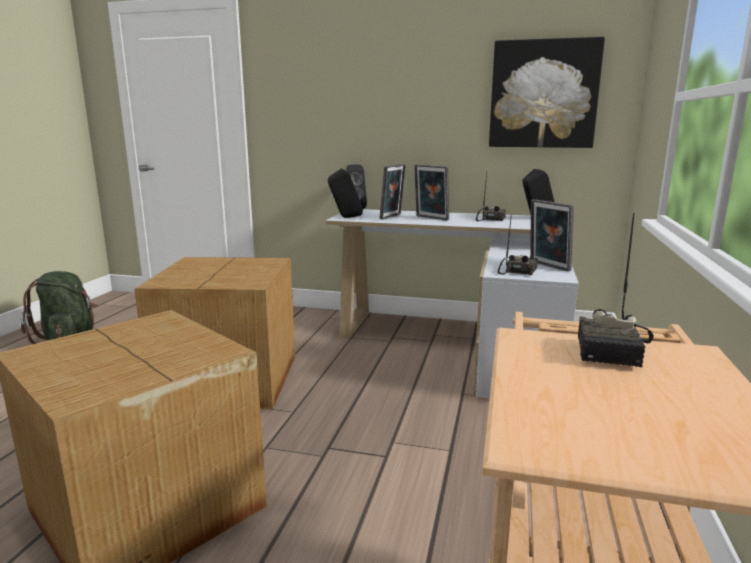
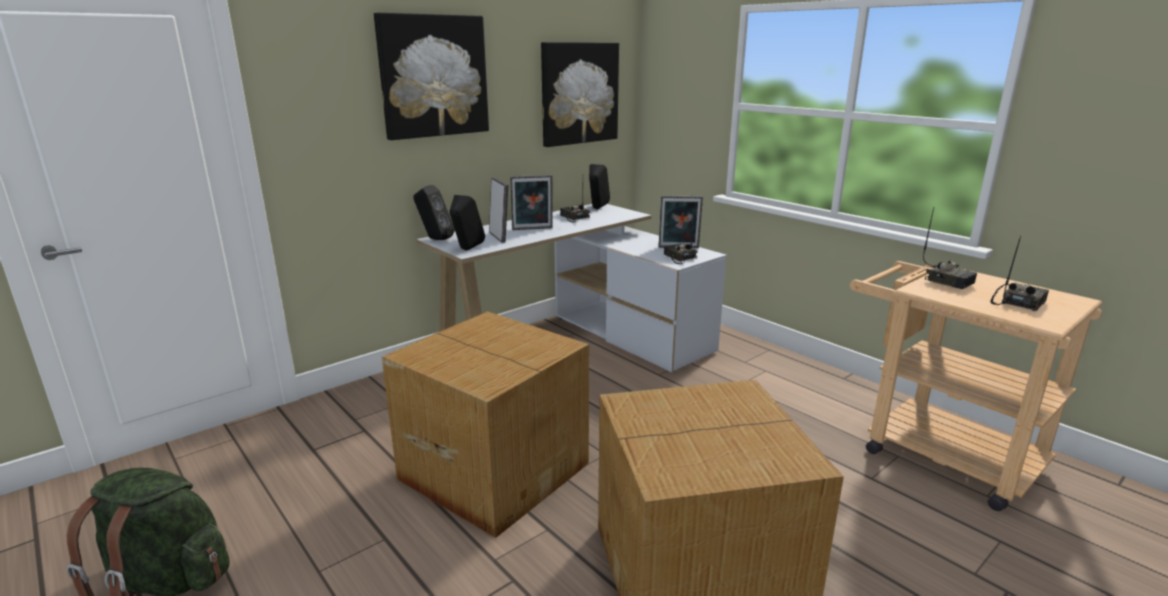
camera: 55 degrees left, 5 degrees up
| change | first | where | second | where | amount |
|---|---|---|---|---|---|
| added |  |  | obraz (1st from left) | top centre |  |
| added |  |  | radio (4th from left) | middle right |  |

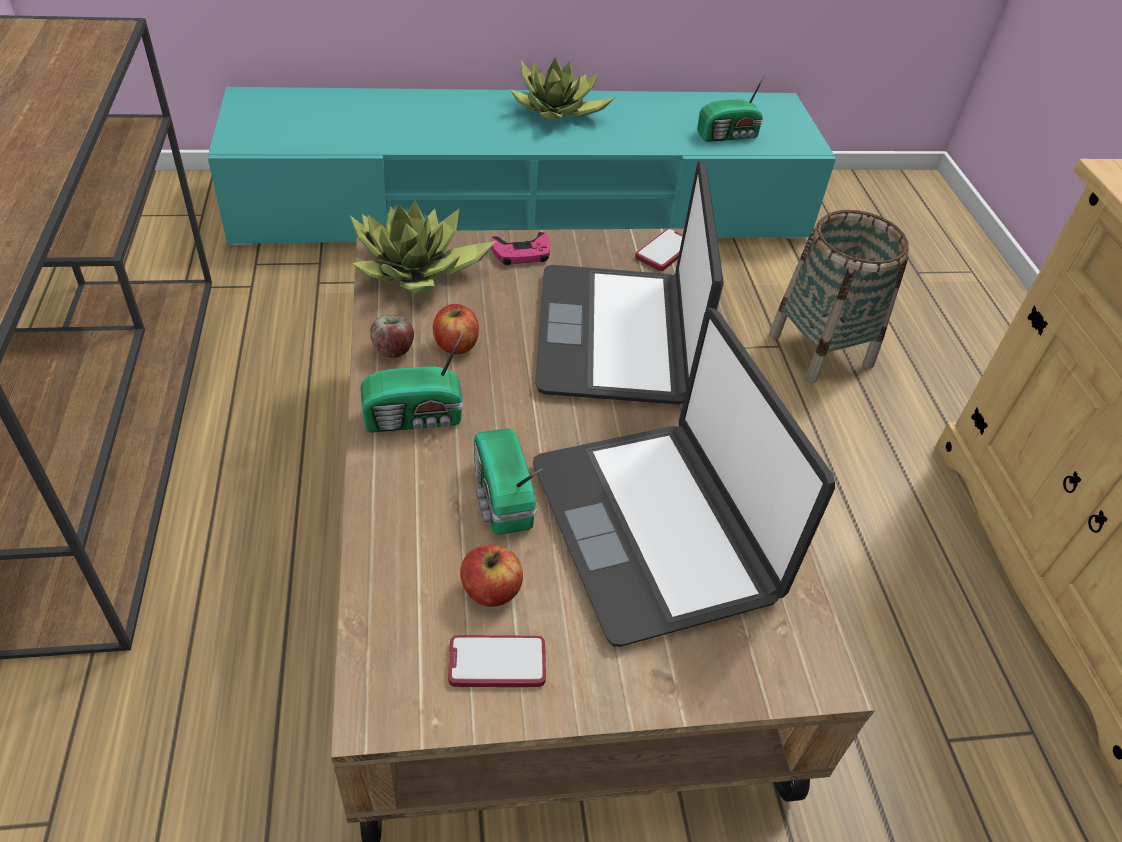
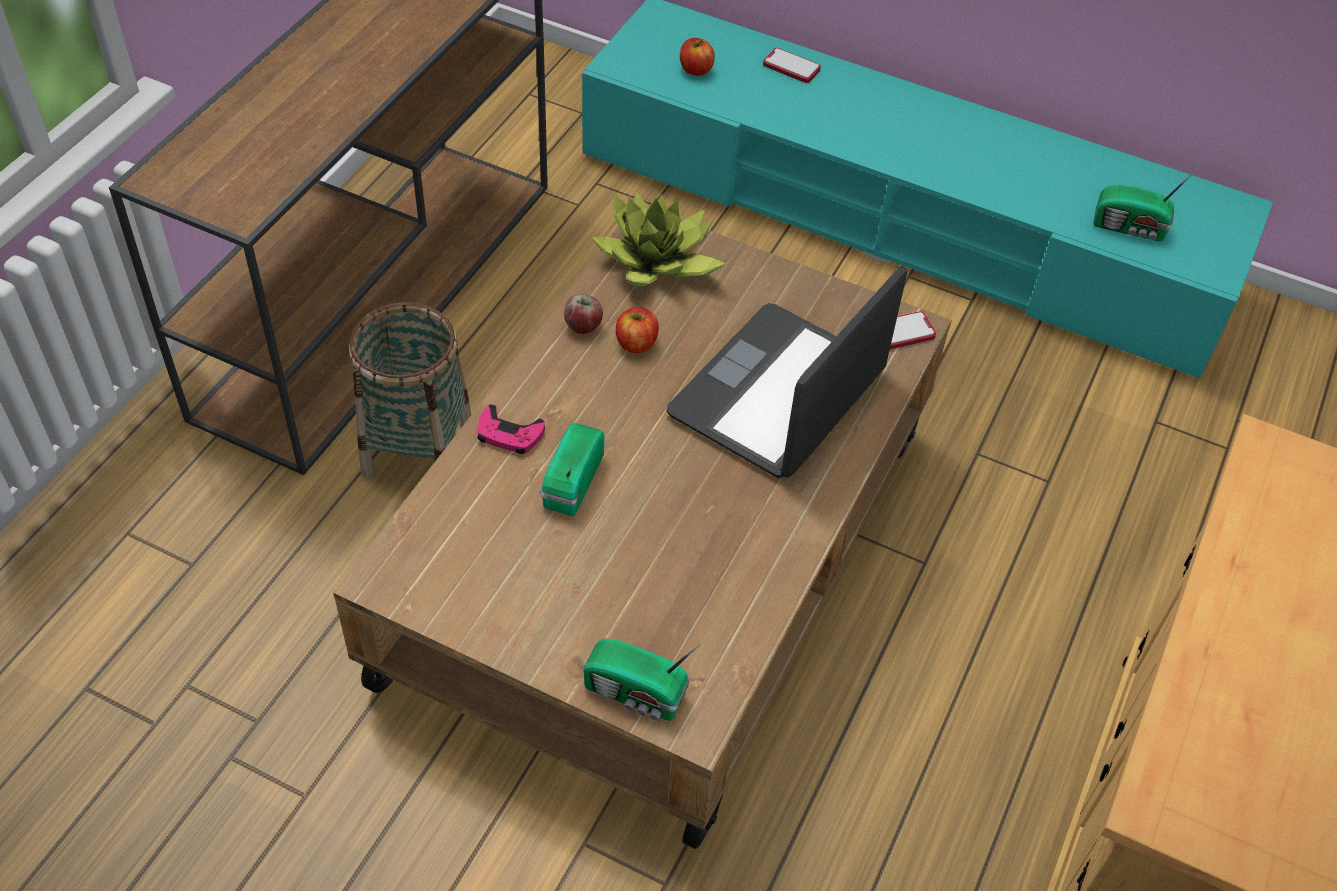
camera: 35 degrees right, 5 degrees up
| change | first | where | second | where | amount |
|---|---|---|---|---|---|
| moved | koszyk | middle right |  | middle left |  |
| moved | pad do gier/różowy | top centre |  | centre |  |
| moved | radio (1st from left in the first image) | centre | radio (2nd from left) | bottom centre |  |
| moved | jabłko (3rd from left) | bottom centre |  | top centre |  |
| moved | telefon (1st from left) | bottom centre |  | top centre |  |
| removed | roślina doniczkowa (2nd from left) | top centre |  |  |  |
| removed | laptop (2nd from left) | centre |  |  |  |

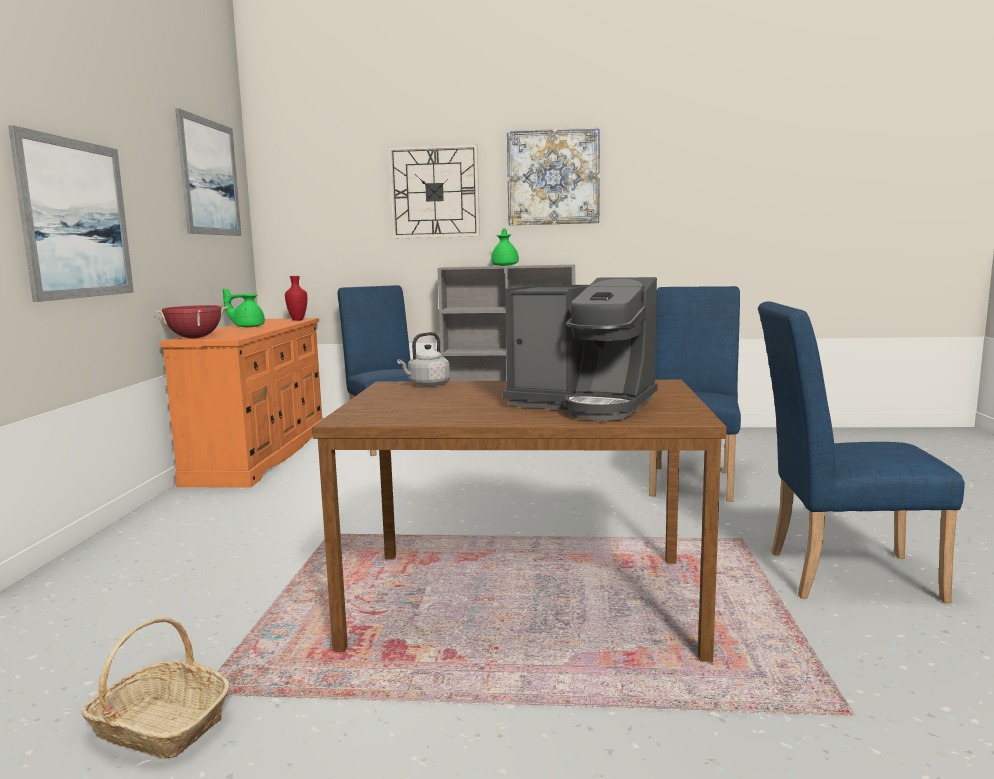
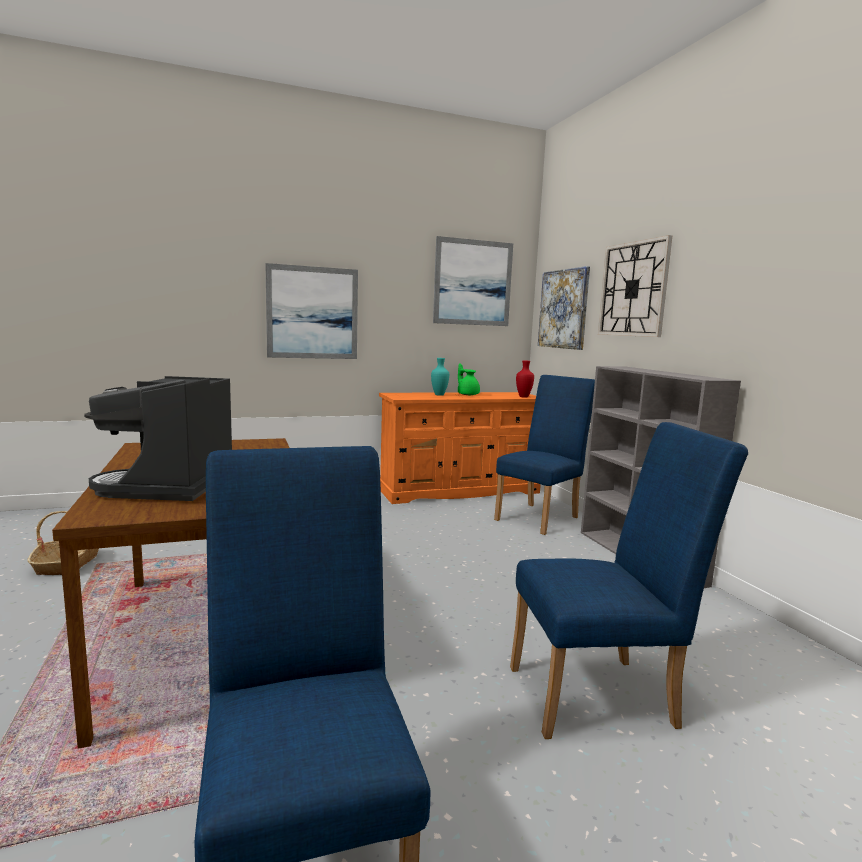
camera: 65 degrees right, 0 degrees up
| change | first | where | second | where | amount |
|---|---|---|---|---|---|
| added |  |  | wazon/turkusowy | centre |  |
| moved | obraz (3rd from left) | top centre |  | centre |  |
| removed | garnek/czerwony | middle left |  |  |  |
| removed | czajnik/szary | centre |  |  |  |
| removed | imbryk/zielony (2nd from left) | top centre |  |  |  |

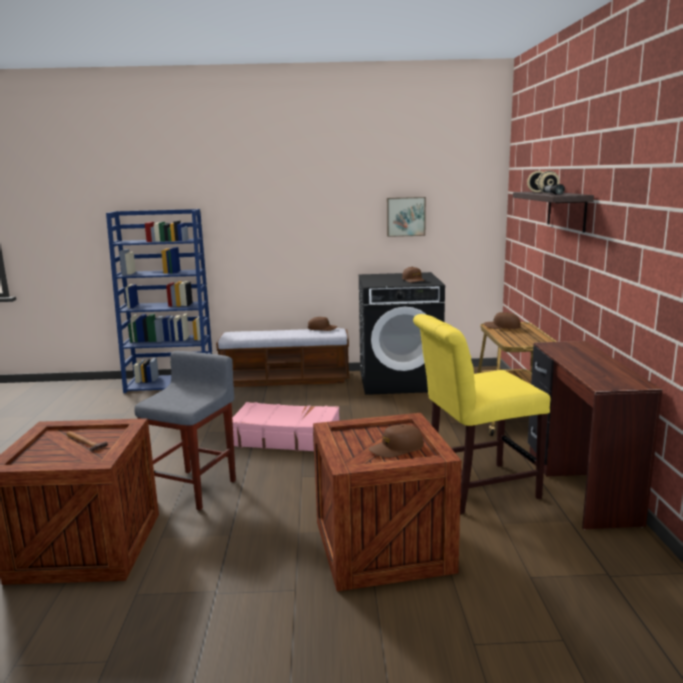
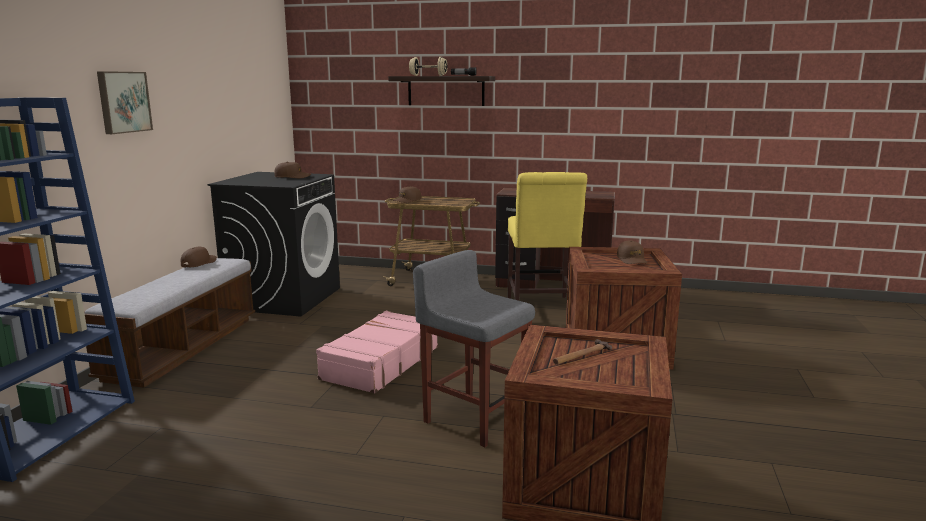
camera: 75 degrees left, 0 degrees up
| change | first | where | second | where | amount |
|---|---|---|---|---|---|
| moved | obraz | top centre |  | top left |  |

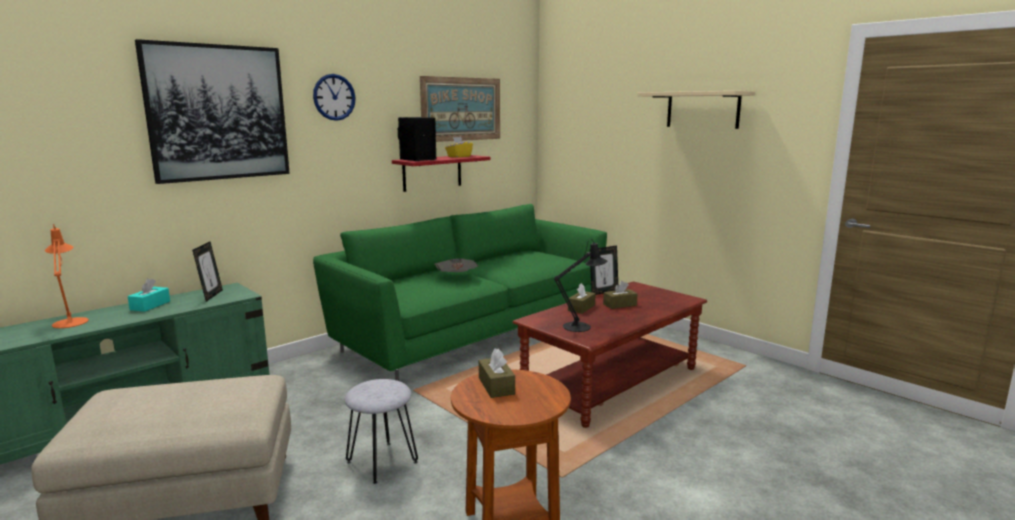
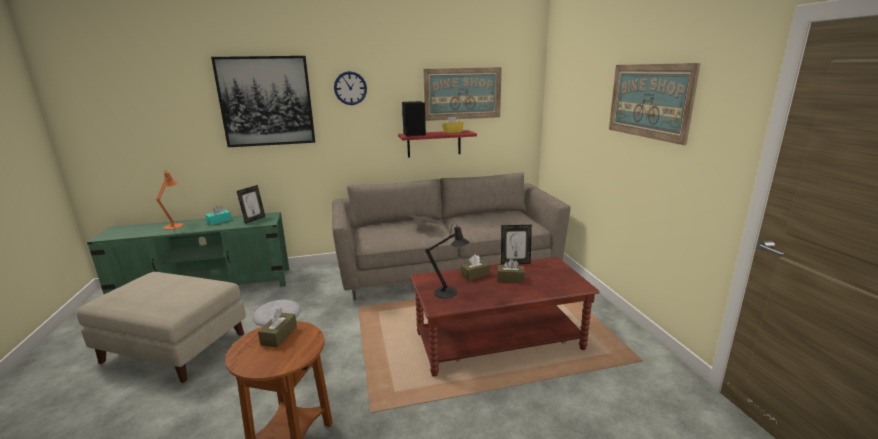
camera: 30 degrees right, 5 degrees up
| change | first | where | second | where | amount |
|---|---|---|---|---|---|
| recoloured | kanapa/zielony | centre | kanapa/beżowy | centre |  |
| replaced | półka/beżowy | top right | obraz (3rd from left) | top right |  |

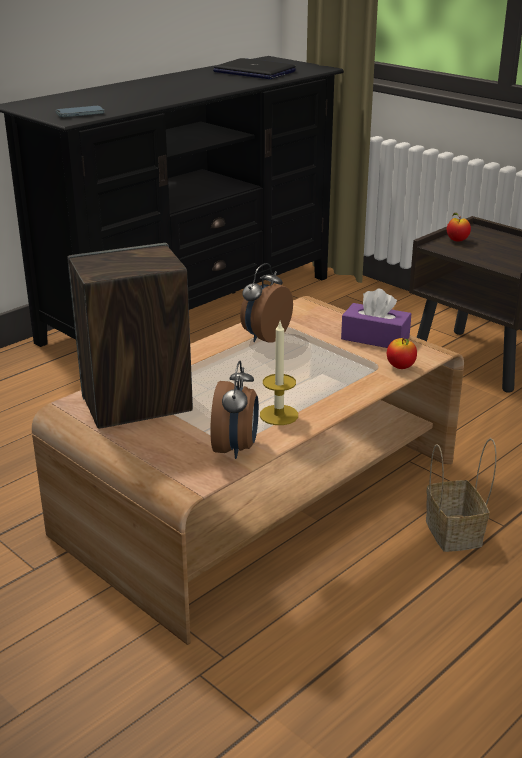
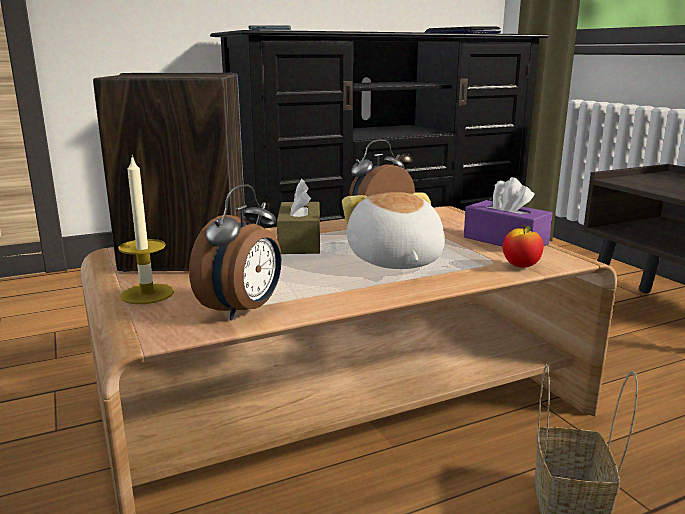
camera: 20 degrees right, 10 degrees down
| change | first | where | second | where | amount |
|---|---|---|---|---|---|
| moved | świeca | centre |  | middle left |  |
| added |  |  | pudełko chusteczek/brązowy | centre |  |
| added |  |  | pluszak | centre |  |
| removed | jabłko (2nd from left) | top right |  |  |  |

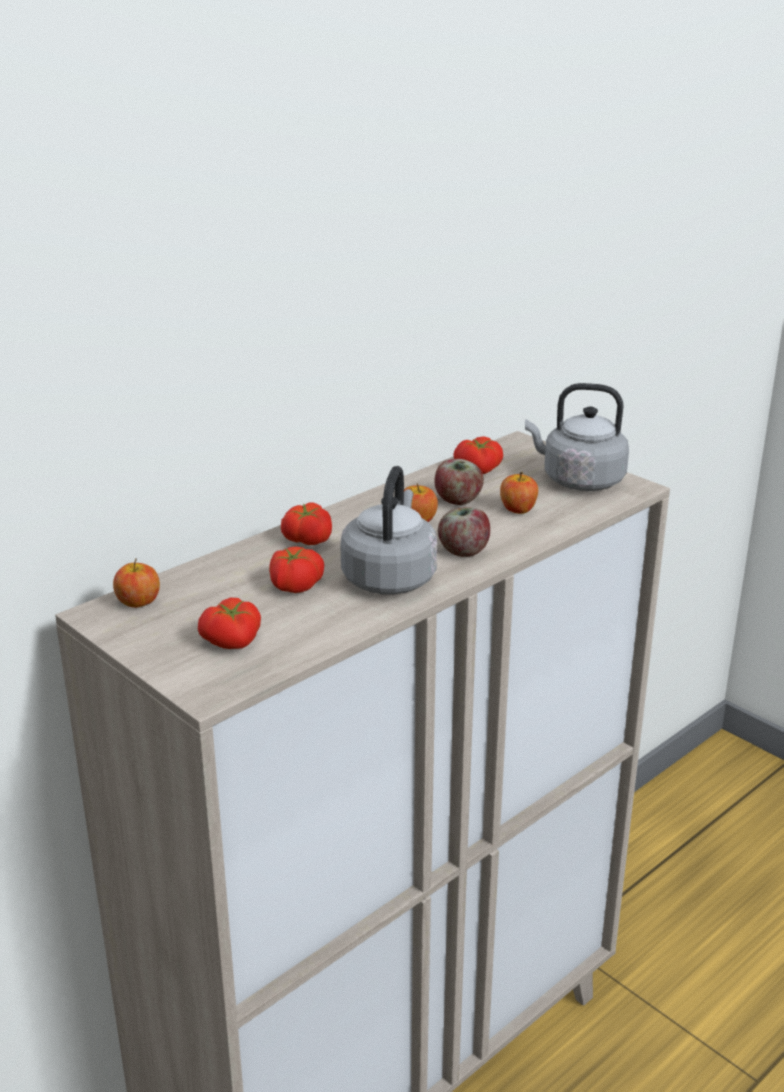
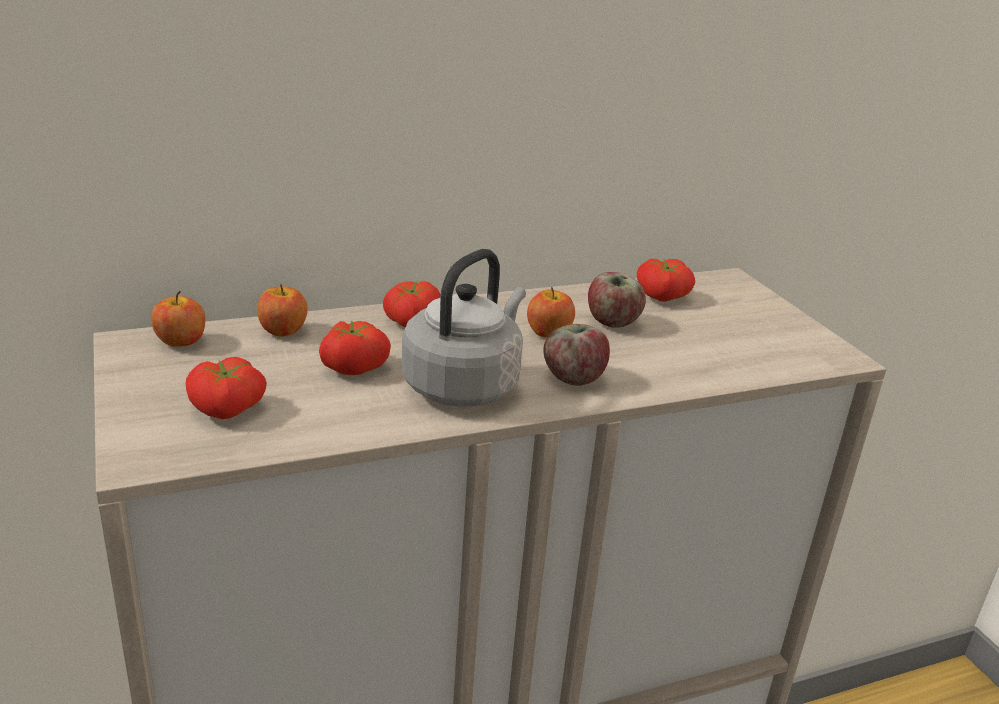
camera: 20 degrees right, 0 degrees up
| change | first | where | second | where | amount |
|---|---|---|---|---|---|
| moved | jabłko (5th from left in the first image) | centre | jabłko (2nd from left) | middle left |  |
| removed | czajnik/szary (2nd from left) | middle right |  |  |  |

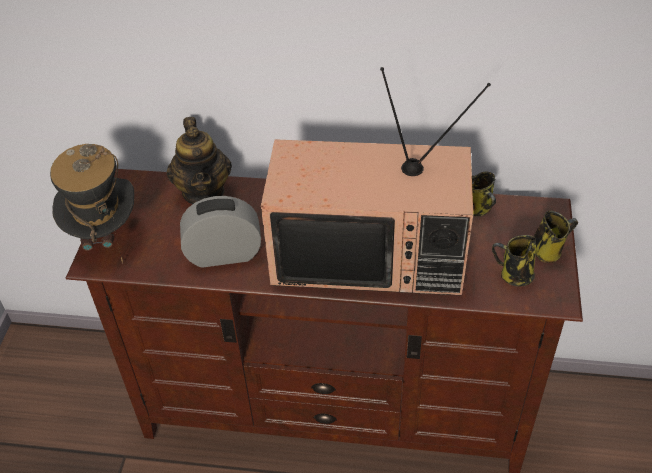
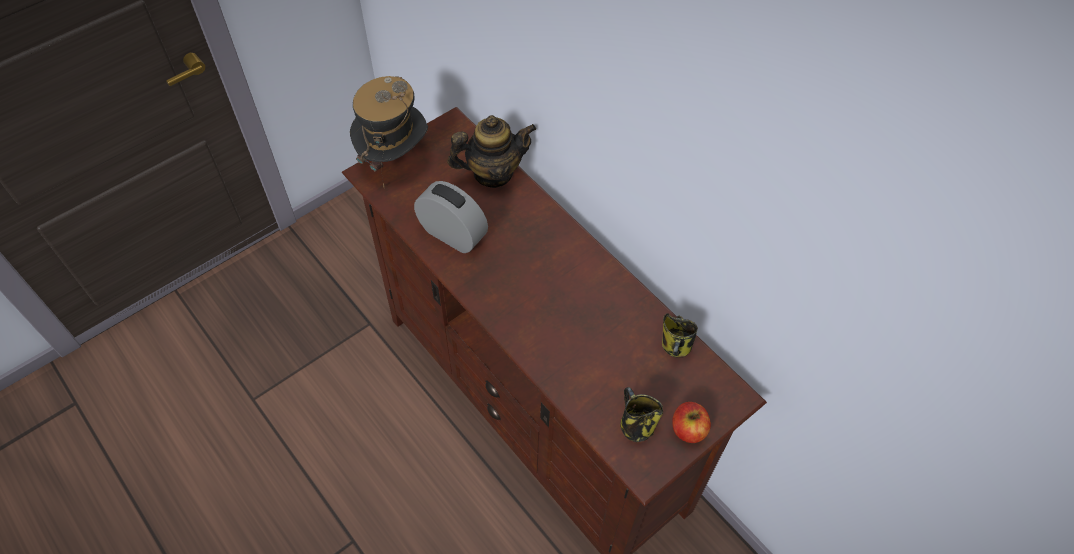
camera: 40 degrees right, 10 degrees up
| change | first | where | second | where | amount |
|---|---|---|---|---|---|
| turned | imbryk | middle left |  | top centre | 135 degrees counterclockwise |
| replaced | kubek (3rd from left) | middle right | jabłko | bottom centre |  |
| removed | telewizor | centre |  |  |  |

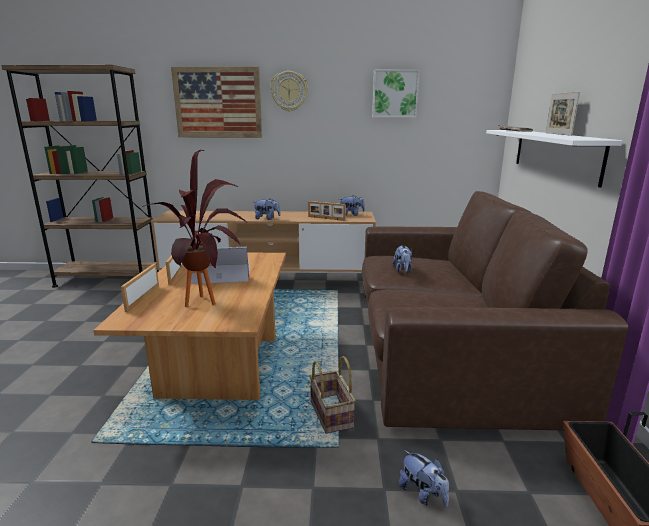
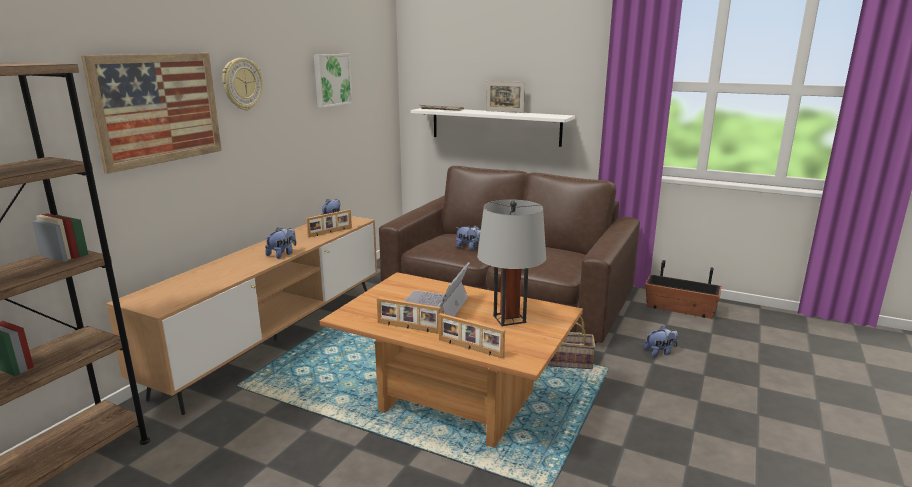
camera: 65 degrees left, 0 degrees up
| change | first | where | second | where | amount |
|---|---|---|---|---|---|
| replaced | roślina doniczkowa | middle left | lampa stołowa/szary | centre |  |

